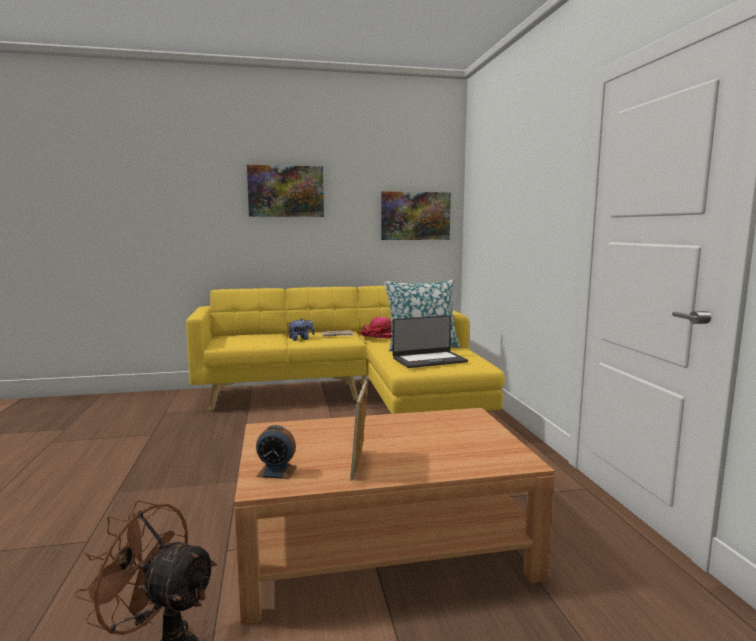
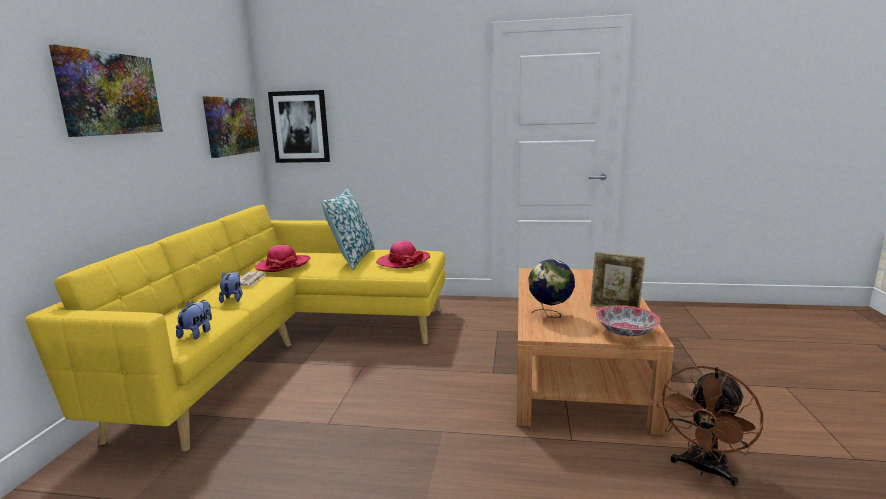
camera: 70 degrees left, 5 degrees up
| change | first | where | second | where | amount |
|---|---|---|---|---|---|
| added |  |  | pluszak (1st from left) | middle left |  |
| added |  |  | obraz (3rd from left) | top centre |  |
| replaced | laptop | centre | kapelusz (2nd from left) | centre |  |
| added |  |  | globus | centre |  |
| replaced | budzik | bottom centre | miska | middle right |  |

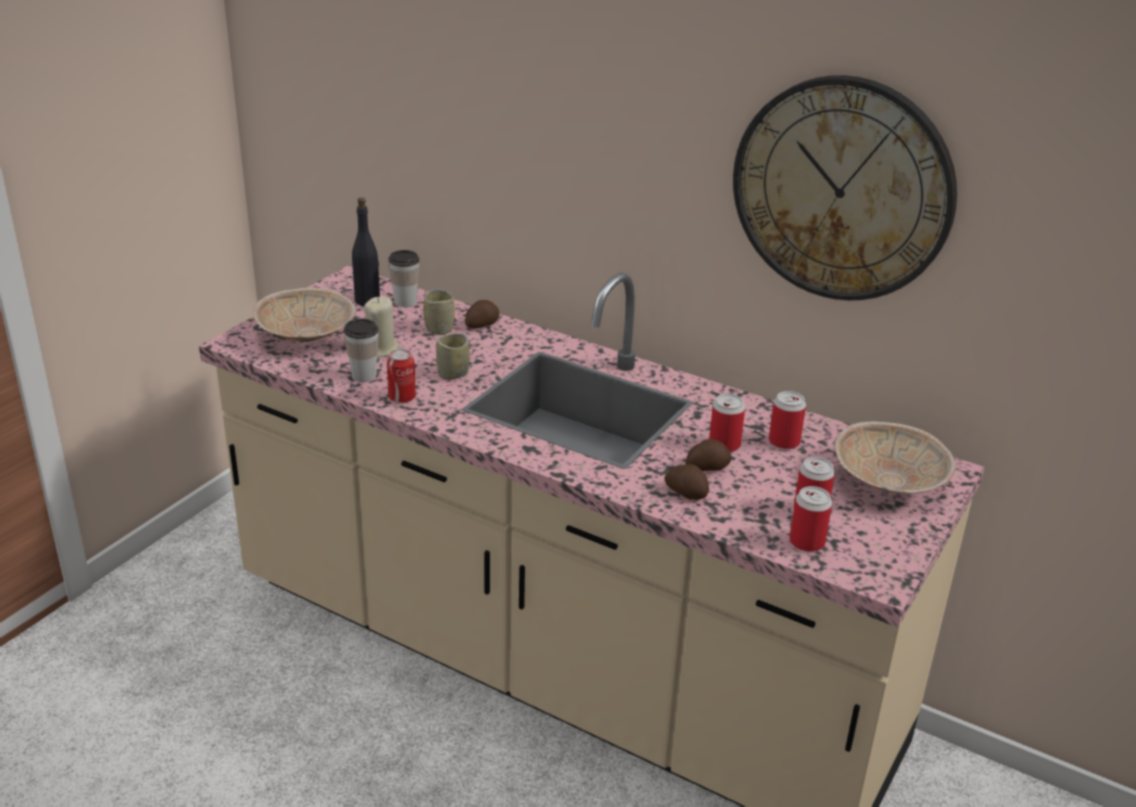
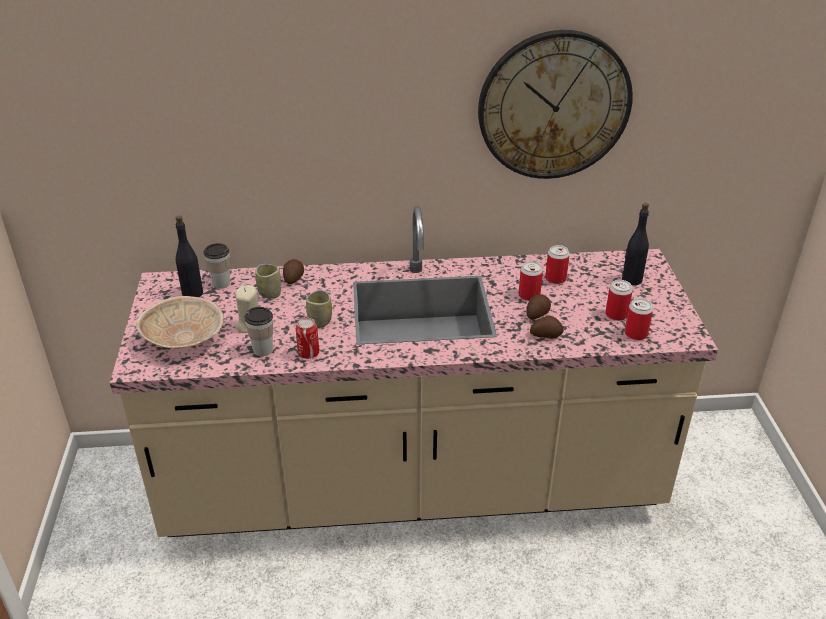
camera: 35 degrees left, 5 degrees up
| change | first | where | second | where | amount |
|---|---|---|---|---|---|
| replaced | miska/beżowy (2nd from left) | middle right | butelka/czarny (2nd from left) | middle right |  |

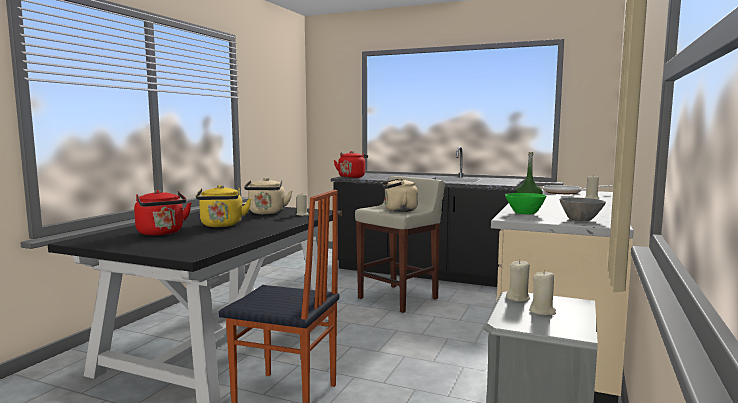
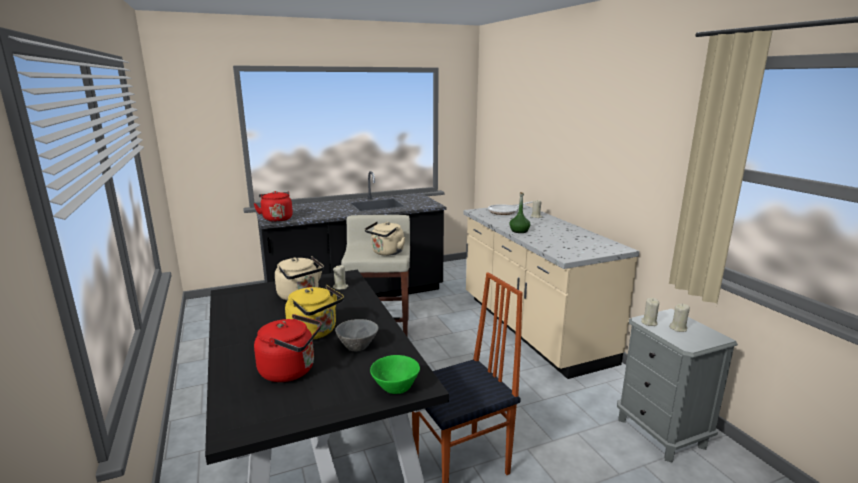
camera: 45 degrees left, 10 degrees up
| change | first | where | second | where | amount |
|---|---|---|---|---|---|
| moved | miska/szary | middle right |  | bottom centre |  |
| moved | miska/zielony | middle right |  | bottom centre |  |

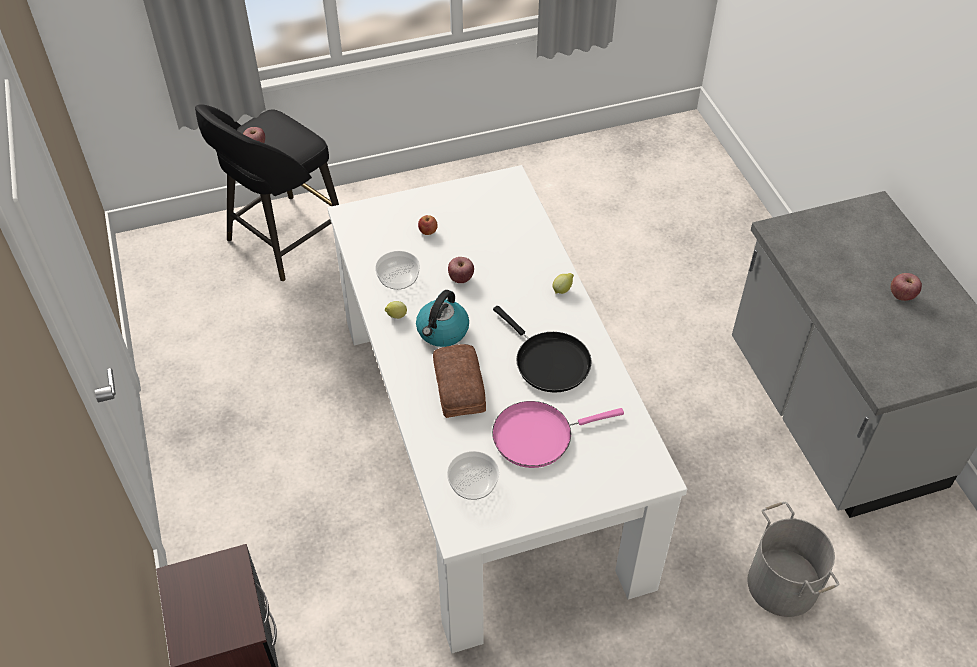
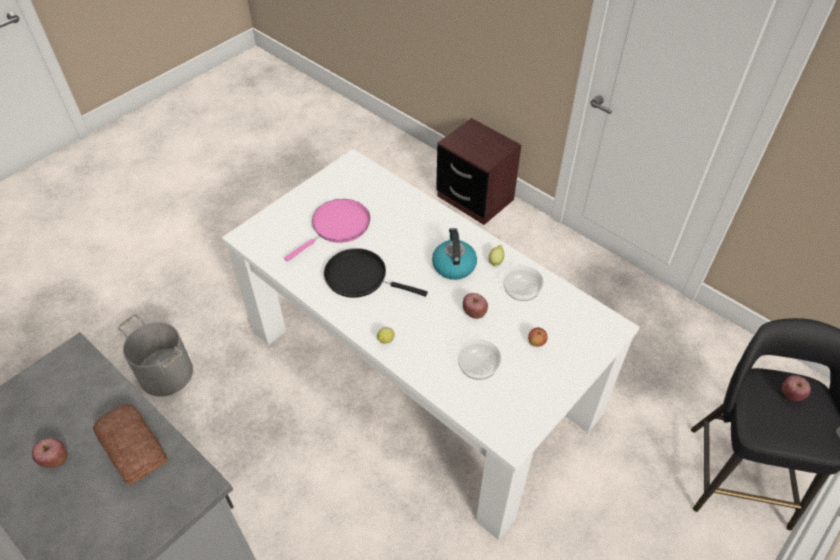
camera: 150 degrees right, 0 degrees up
| change | first | where | second | where | amount |
|---|---|---|---|---|---|
| moved | chleb | centre |  | bottom left |  |
| moved | miska (2nd from left in the first image) | bottom centre | miska (1st from left) | centre |  |

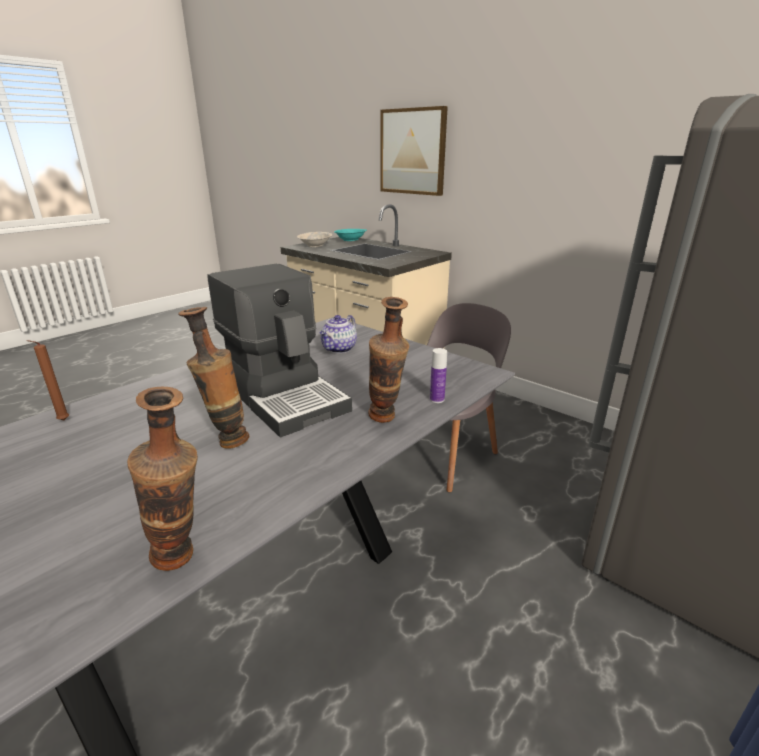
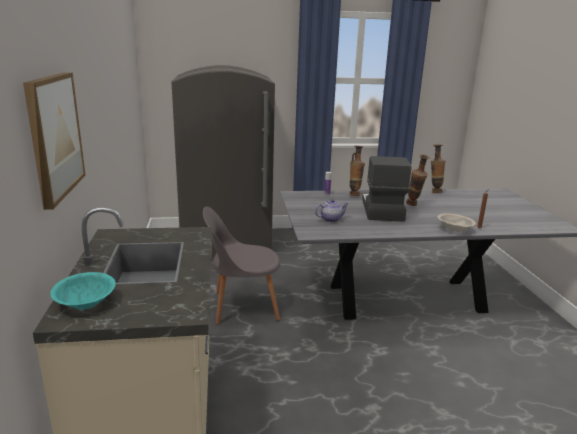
camera: 140 degrees left, 5 degrees down
| change | first | where | second | where | amount |
|---|---|---|---|---|---|
| moved | miska/beżowy | top centre |  | middle right |  |

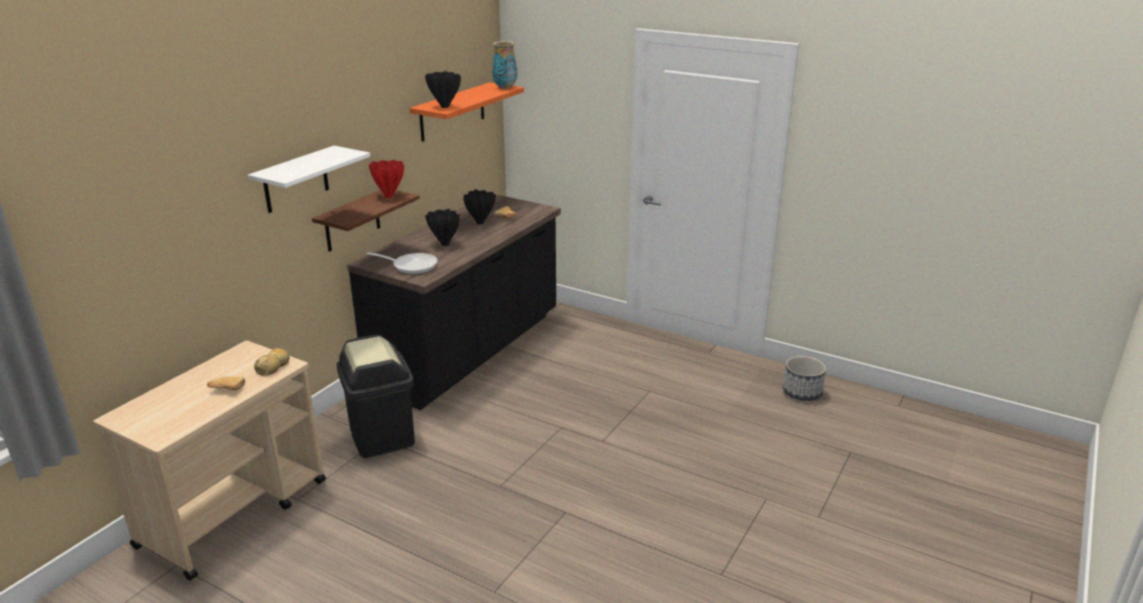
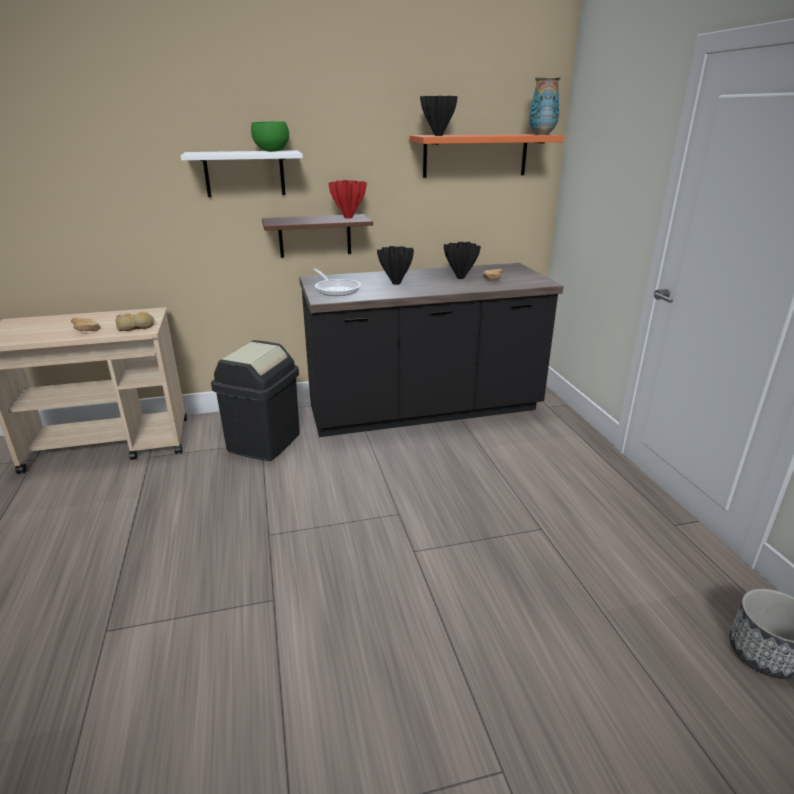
camera: 45 degrees right, 0 degrees up
| change | first | where | second | where | amount |
|---|---|---|---|---|---|
| added |  |  | miska/zielony | top centre |  |

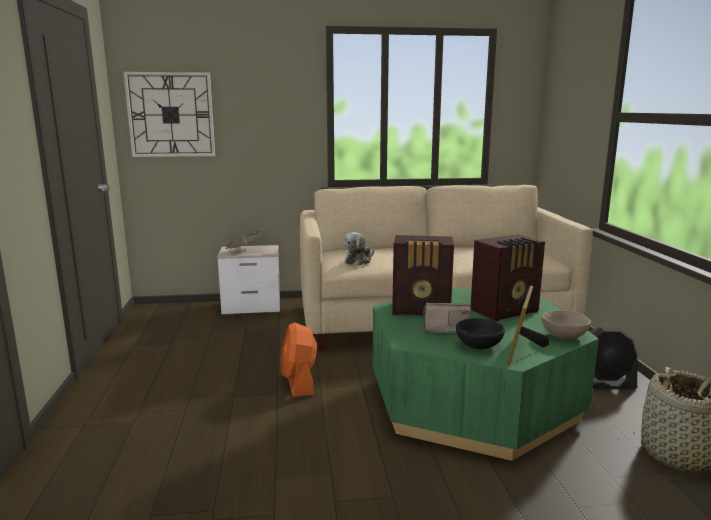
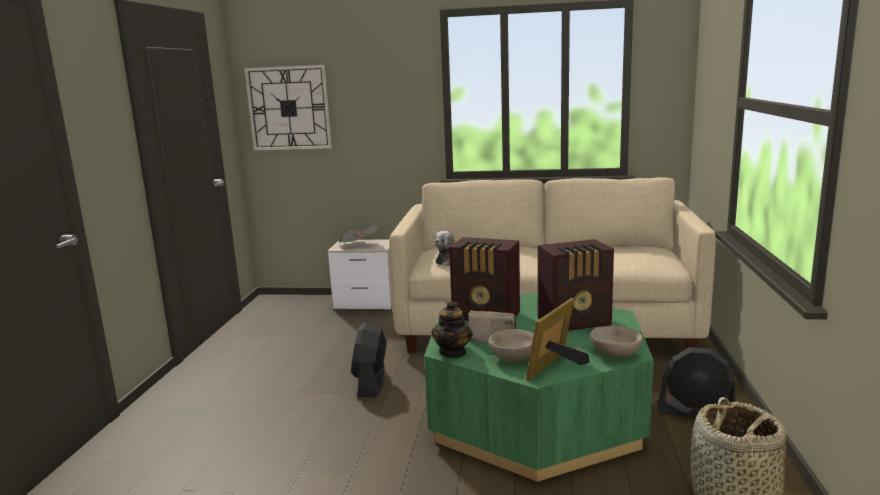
camera: 15 degrees right, 0 degrees up
| change | first | where | second | where | amount |
|---|---|---|---|---|---|
| recoloured | wentylator/pomarańczowy | bottom centre | wentylator/czarny (1st from left) | bottom centre |  |
| added |  |  | imbryk | centre |  |
| recoloured | miska/czarny | middle right | miska/beżowy (1st from left) | bottom centre |  |

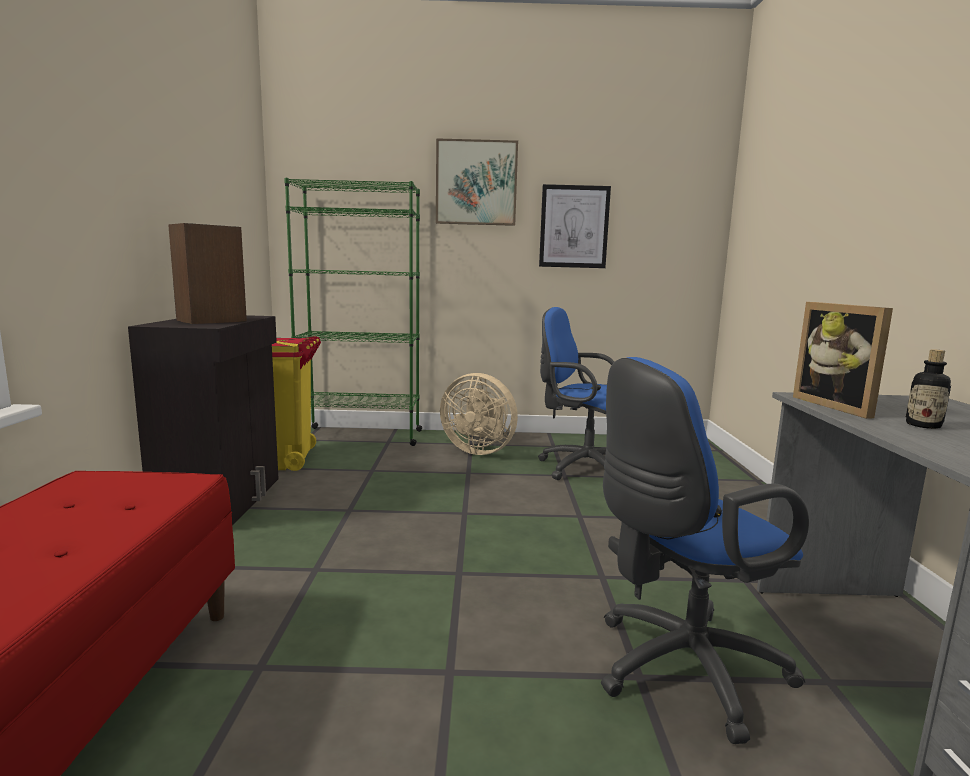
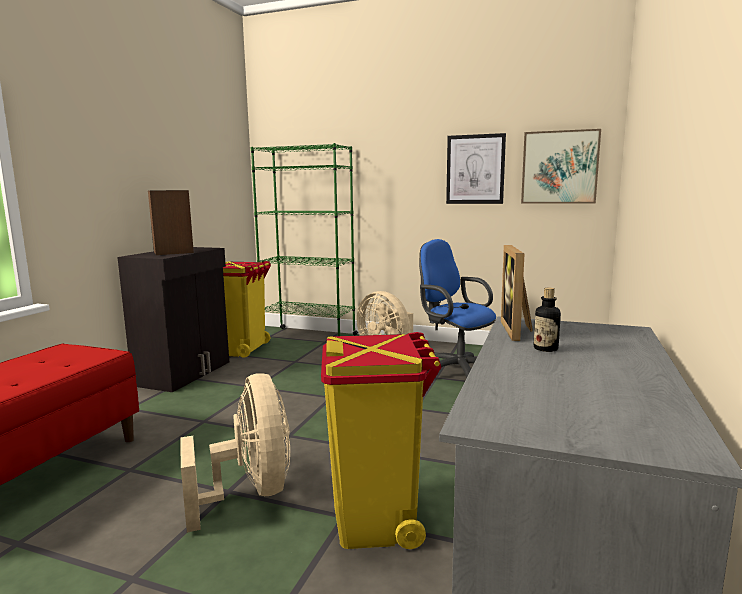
camera: 20 degrees right, 0 degrees up
| change | first | where | second | where | amount |
|---|---|---|---|---|---|
| added |  |  | wentylator/beżowy (1st from left) | bottom left |  |
| replaced | krzesło biurowe/niebieski (2nd from left) | bottom right | kosz na śmieci/żółty (2nd from left) | bottom centre |  |
| moved | obraz (1st from left in the first image) | top centre | obraz (2nd from left) | top right |  |

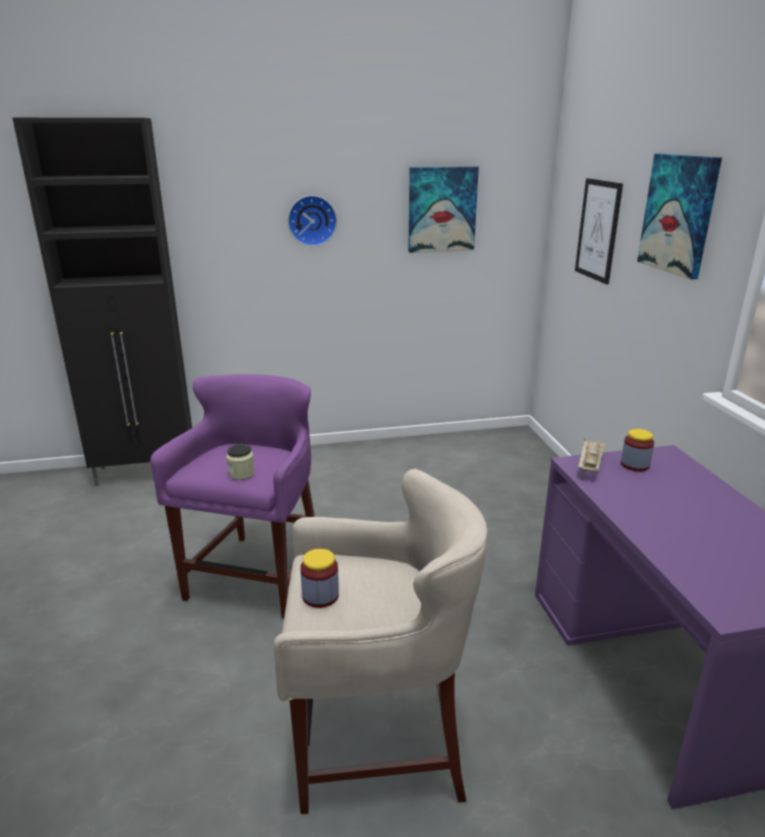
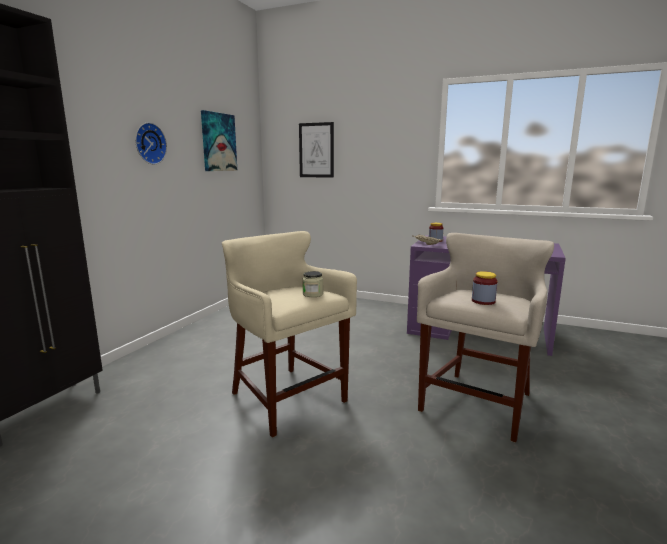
camera: 55 degrees left, 10 degrees down
| change | first | where | second | where | amount |
|---|---|---|---|---|---|
| recoloured | stołek/fioletowy | middle left | stołek/beżowy (1st from left) | centre |  |
| removed | obraz (3rd from left) | top right |  |  |  |

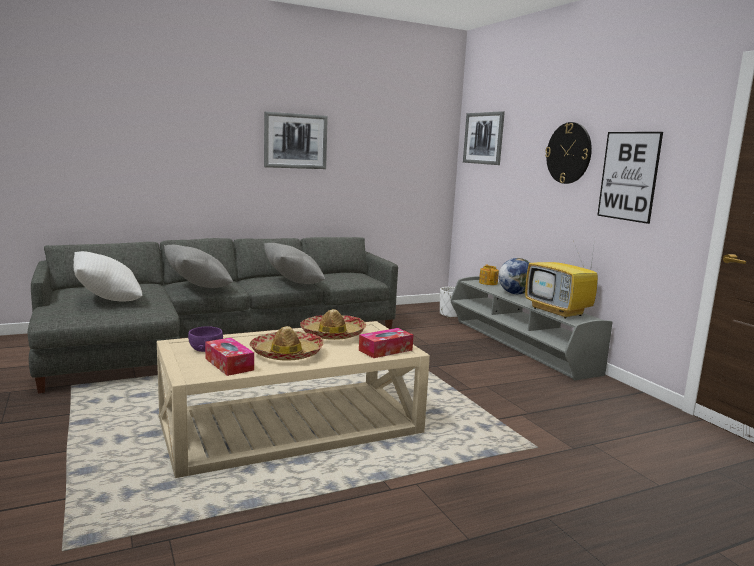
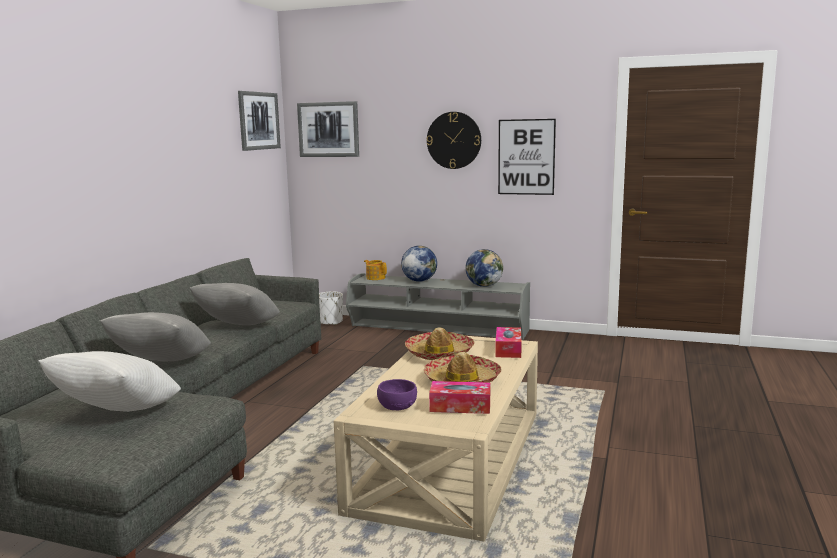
camera: 45 degrees left, 0 degrees up
| change | first | where | second | where | amount |
|---|---|---|---|---|---|
| moved | obraz (1st from left) | top centre |  | top left |  |
| replaced | telewizor | middle right | globus (2nd from left) | centre |  |

